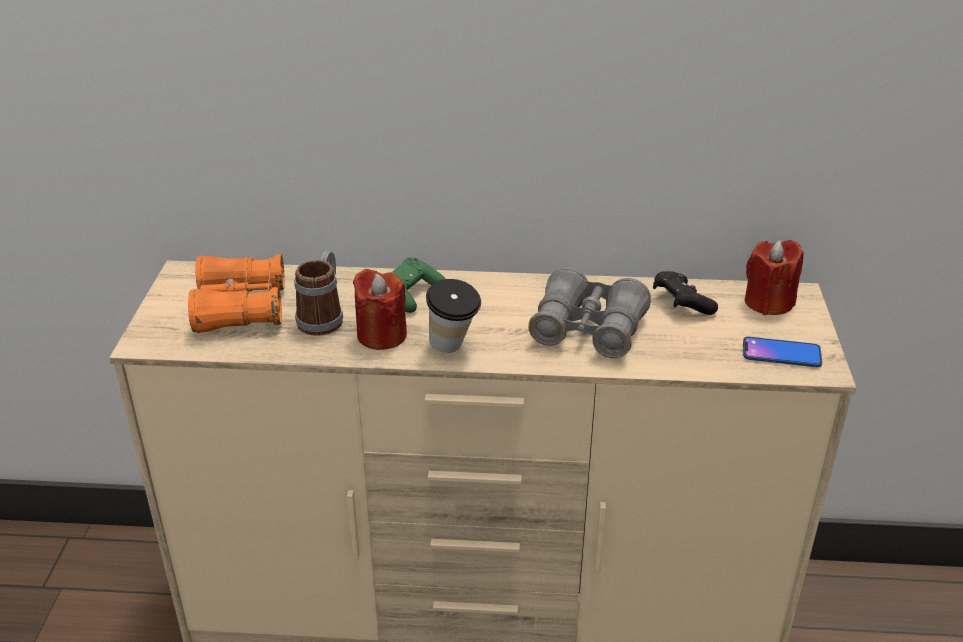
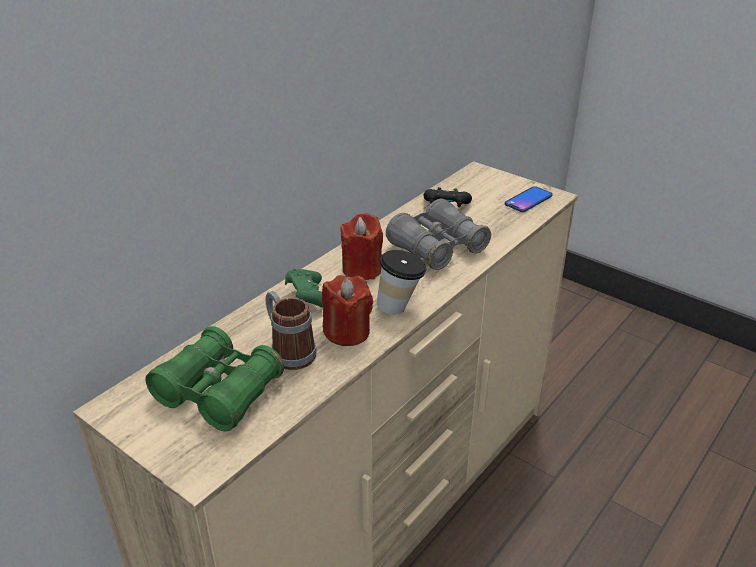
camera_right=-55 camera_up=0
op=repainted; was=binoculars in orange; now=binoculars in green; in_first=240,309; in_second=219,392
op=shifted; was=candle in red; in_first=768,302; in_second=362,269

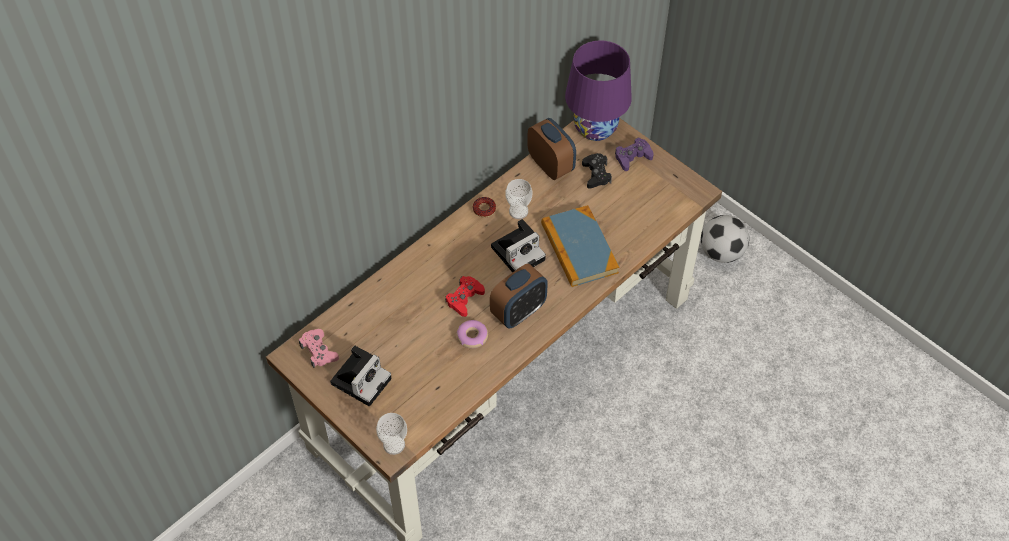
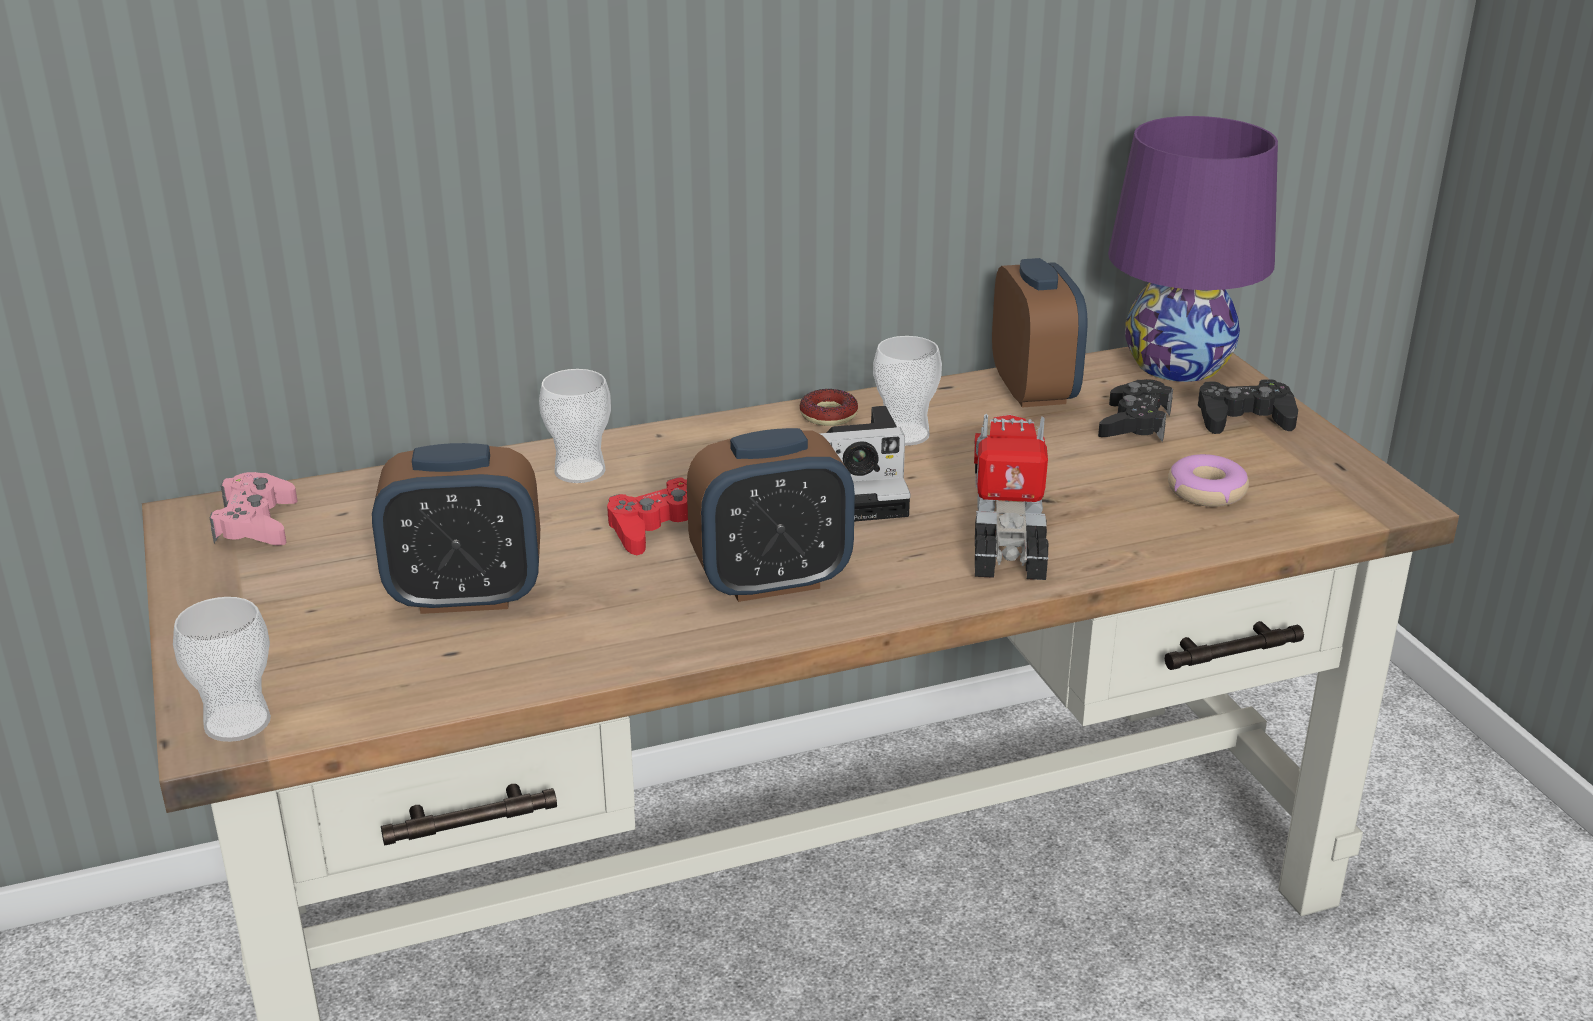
camera_right=25 camera_up=-25
op=new; now=alarm clock; in_second=466,596
op=new; now=cup; in_second=580,471
op=swapped; was=book; now=toy truck; in_first=579,248; in_second=1009,519
op=shifted; was=donut; in_first=472,337; in_second=1206,491
op=repainted; was=game controller in purple; now=game controller in black; in_first=632,157; in_second=1243,418
op=gone; was=photo camera; in_first=361,379
op=gone; was=football; in_first=721,253

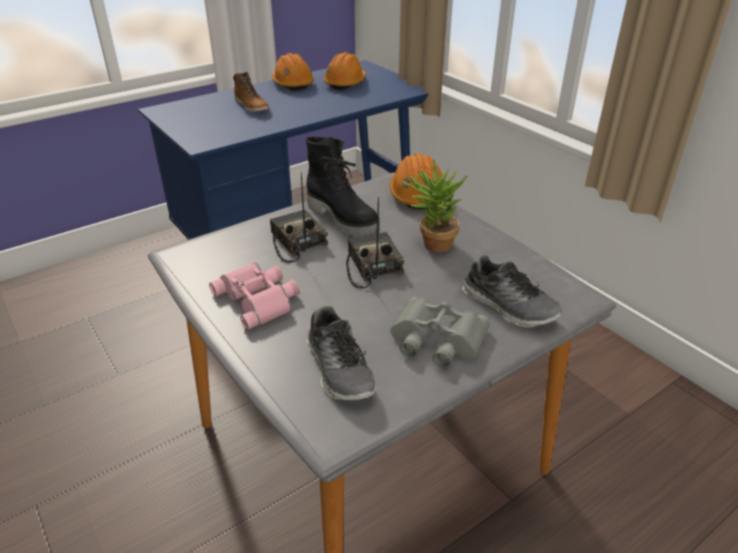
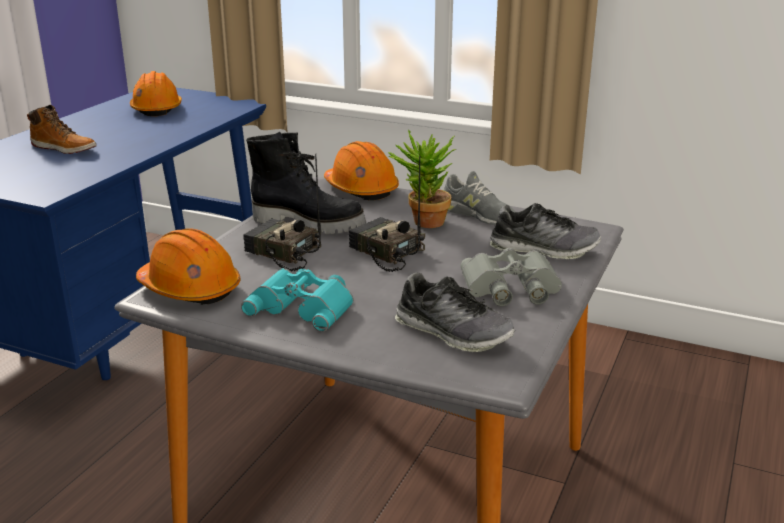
camera_right=-30 camera_up=-10
op=shifted; was=hard hat in orange; in_first=292,84; in_second=190,289
op=repainted; was=binoculars in pink; now=binoculars in turquoise; in_first=259,299; in_second=304,306
op=new; now=shoe in grey; in_second=478,215

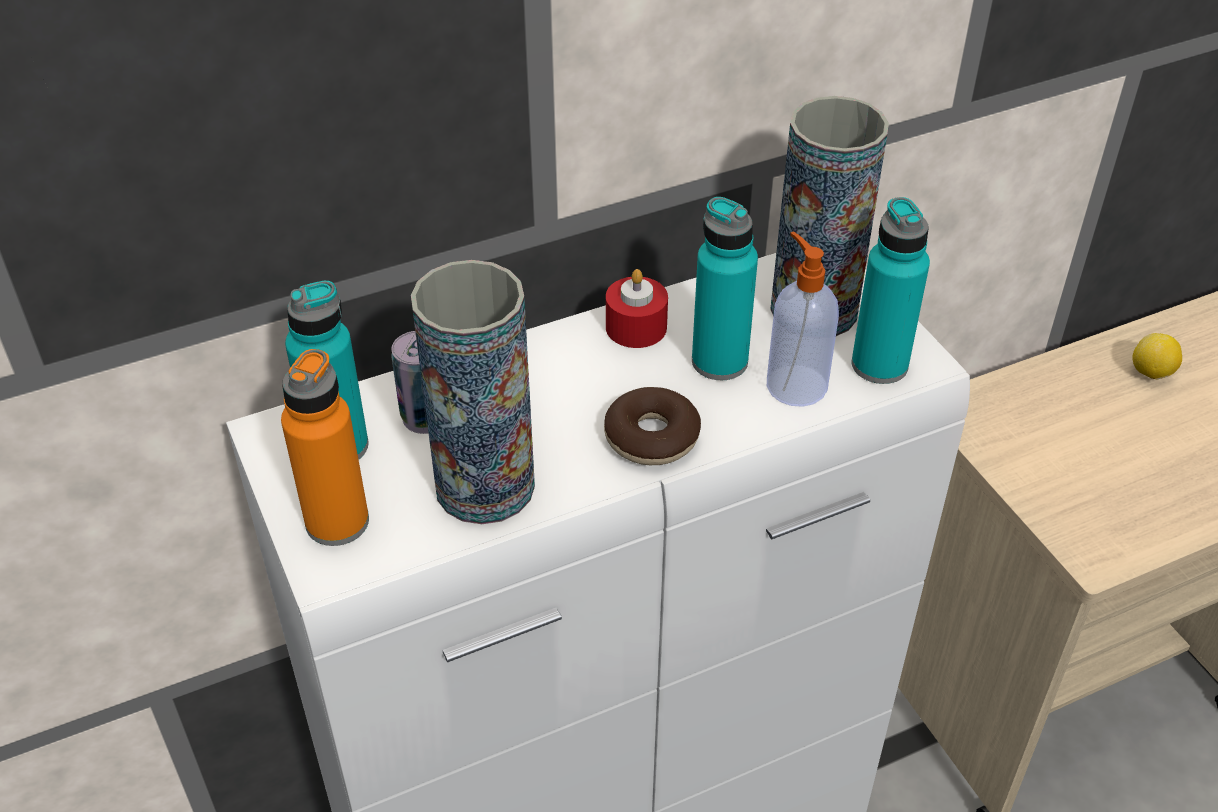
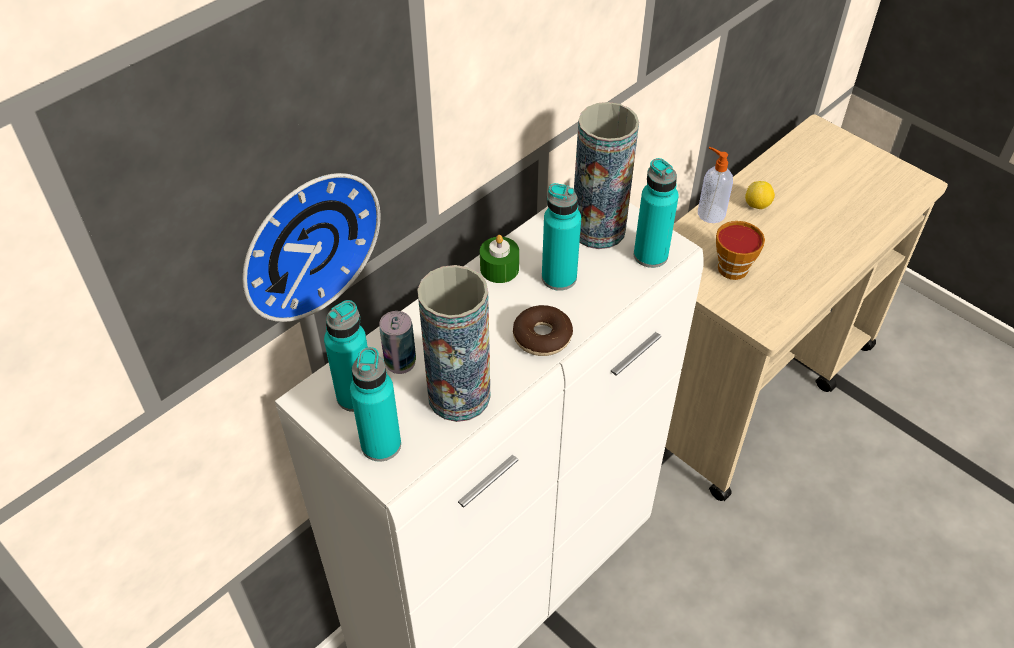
camera_right=-20 camera_up=5
op=new; now=wall clock; in_second=305,242
op=repainted; was=bottle in orange; now=bottle in turquoise; in_first=337,522; in_second=381,444
op=repainted; was=candle in red; now=candle in green; in_first=636,327; in_second=499,268
op=shifted; was=soap dispenser; in_first=795,384; in_second=710,213
op=new; now=cup; in_second=733,265

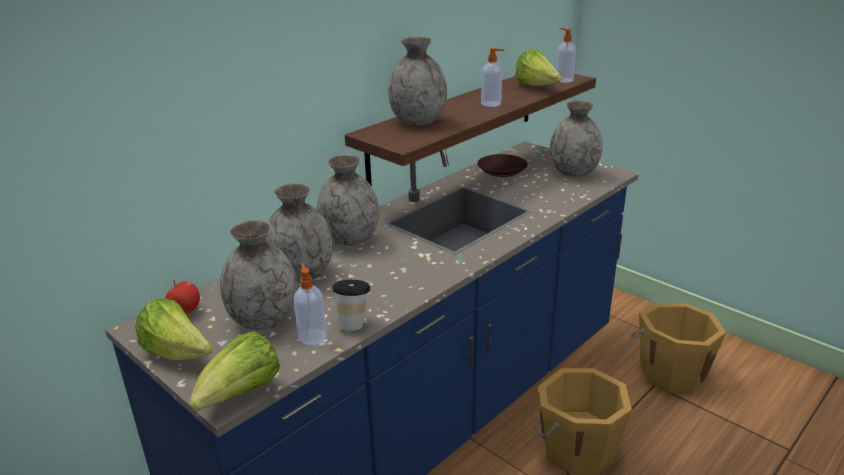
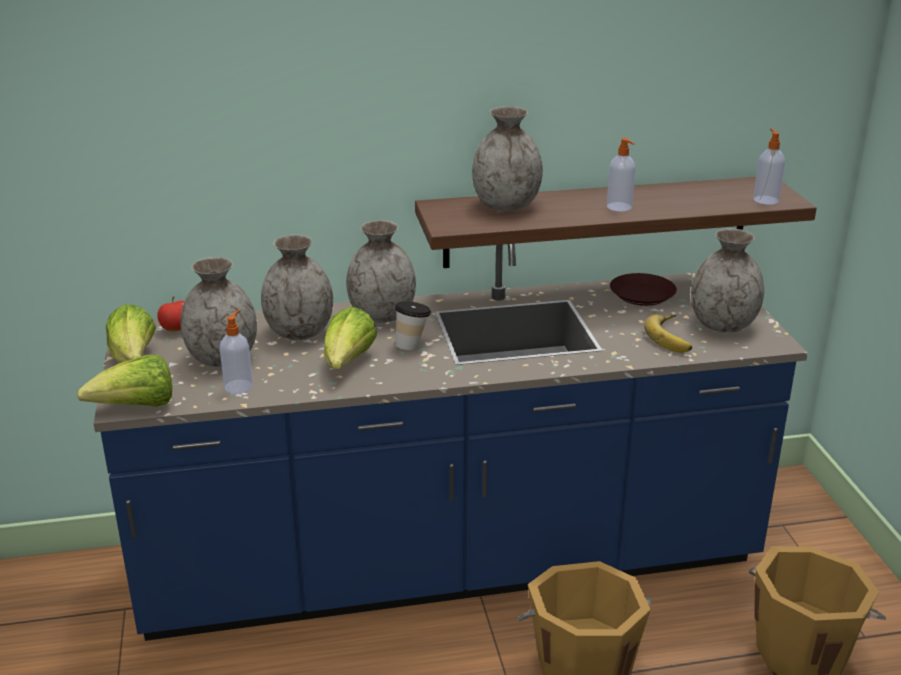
camera_right=35 camera_up=0
op=shifted; was=lettuce; in_first=537,87; in_second=348,362
op=shifted; was=cup; in_first=353,323; in_second=412,345
op=new; now=banana; in_second=673,337

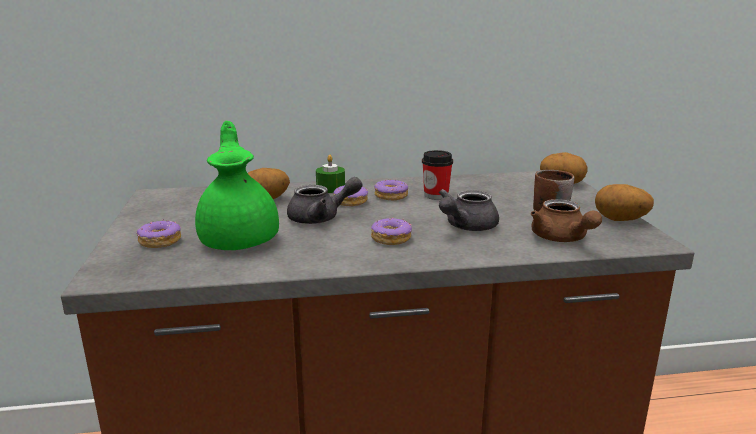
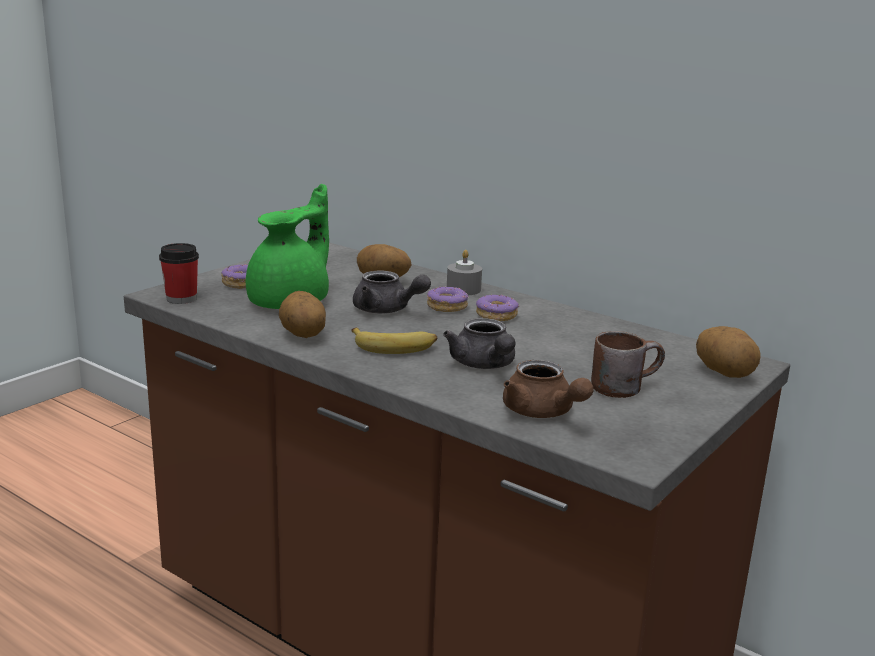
camera_right=45 camera_up=0
op=shifted; was=cup; in_first=436,195; in_second=181,299
op=shifted; was=potato; in_first=620,220; in_second=302,336
op=swapped; was=donut; now=banana; in_first=391,238; in_second=394,347
op=rotated; was=teapot in grey; in_first=465,227; in_second=484,365; clockwise=-105
op=repainted; was=candle in green; now=candle in grey; in_first=330,188; in_second=463,289
op=rotated; was=teapot in brown; in_first=562,239; in_second=542,413; clockwise=-60

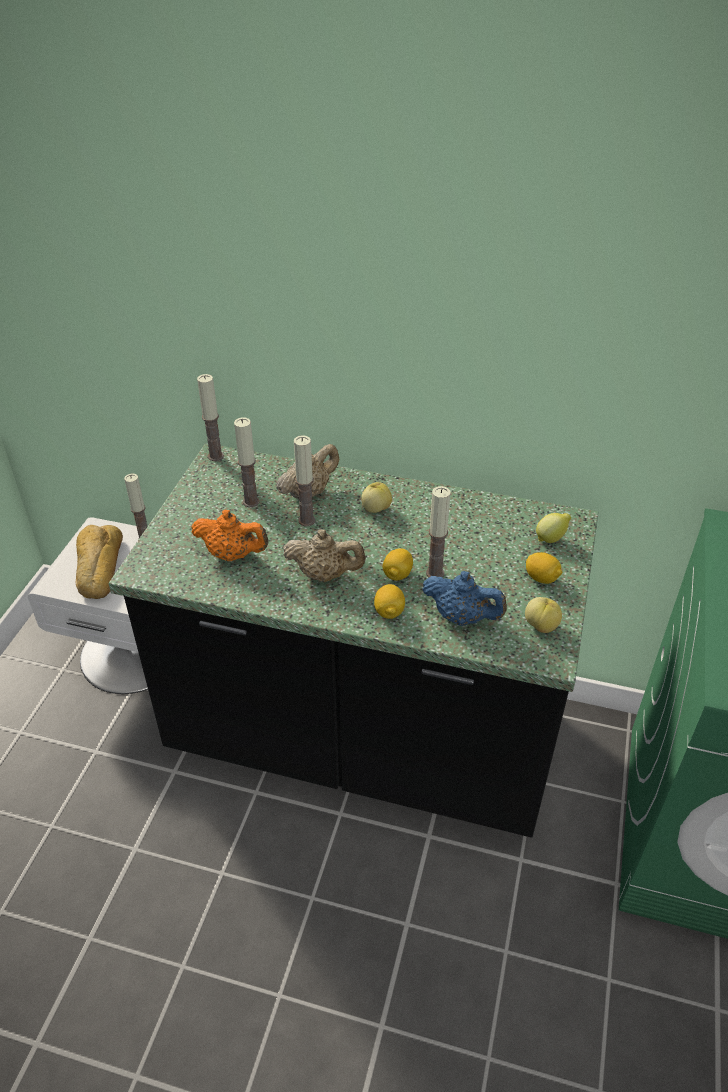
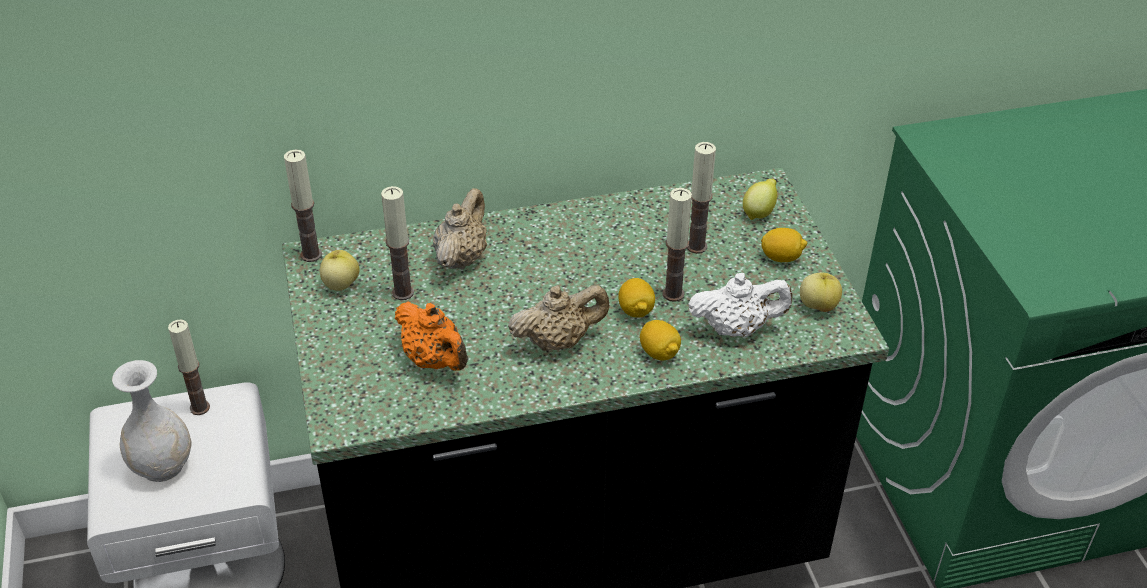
camera_right=-30 camera_up=0
op=swapped; was=bread; now=vase in white; in_first=98,567; in_second=163,465
op=shifted; was=apple; in_first=376,508; in_second=340,284
op=rotated; was=teapot in orange; in_first=233,555; in_second=435,360; clockwise=60
op=shifted; was=candle; in_first=306,520; in_second=696,246
op=repainted; was=teapot in blue; now=teapot in white; in_first=462,617; in_second=736,328

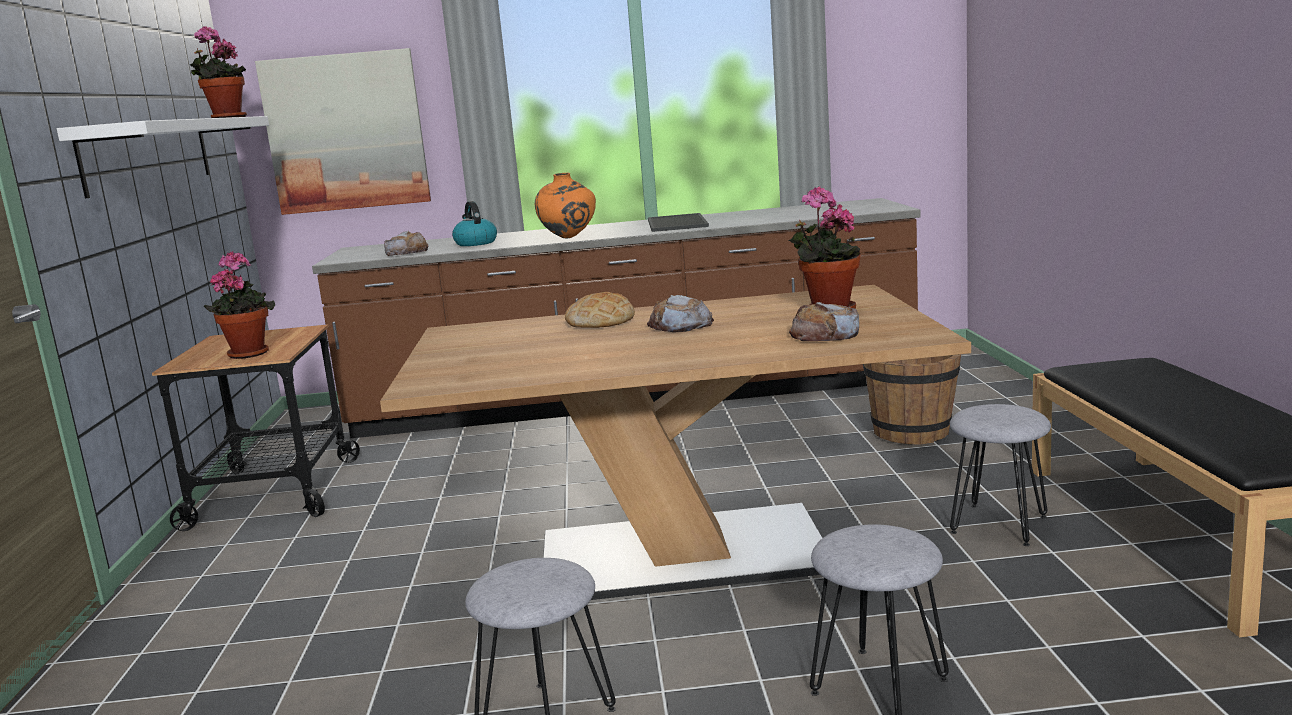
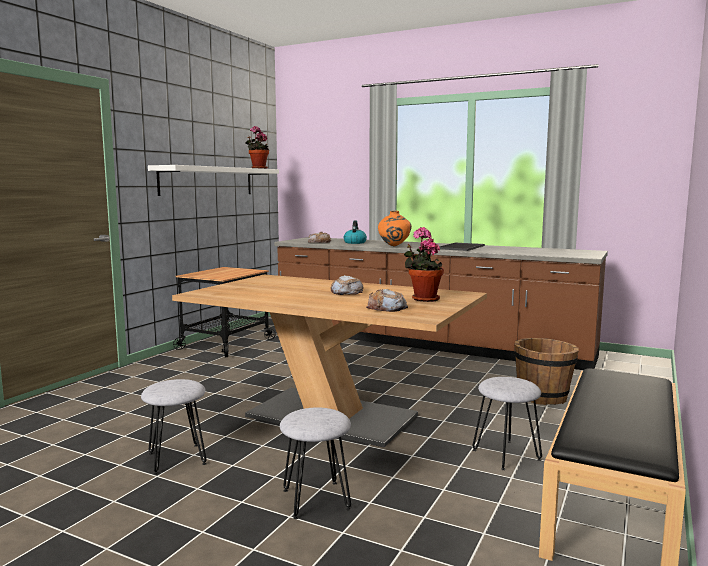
camera_right=30 camera_up=-5
op=gone; was=potted plant; in_first=249,353
op=gone; was=picture; in_first=346,132
op=gone; was=bread; in_first=601,321

